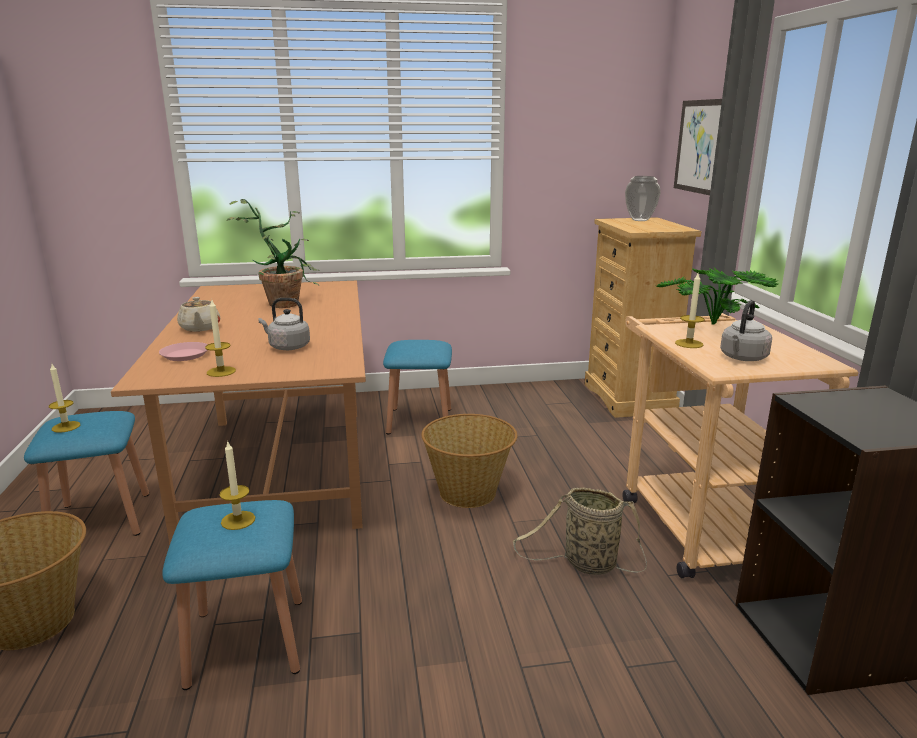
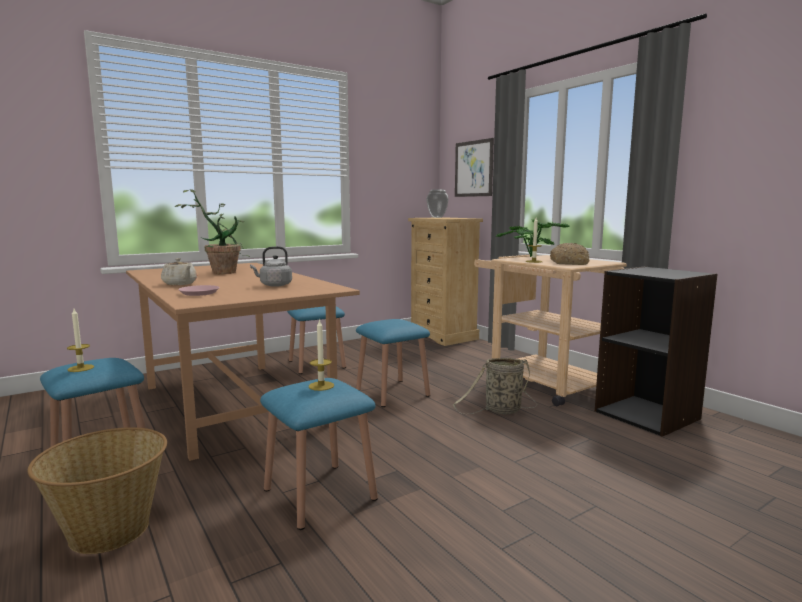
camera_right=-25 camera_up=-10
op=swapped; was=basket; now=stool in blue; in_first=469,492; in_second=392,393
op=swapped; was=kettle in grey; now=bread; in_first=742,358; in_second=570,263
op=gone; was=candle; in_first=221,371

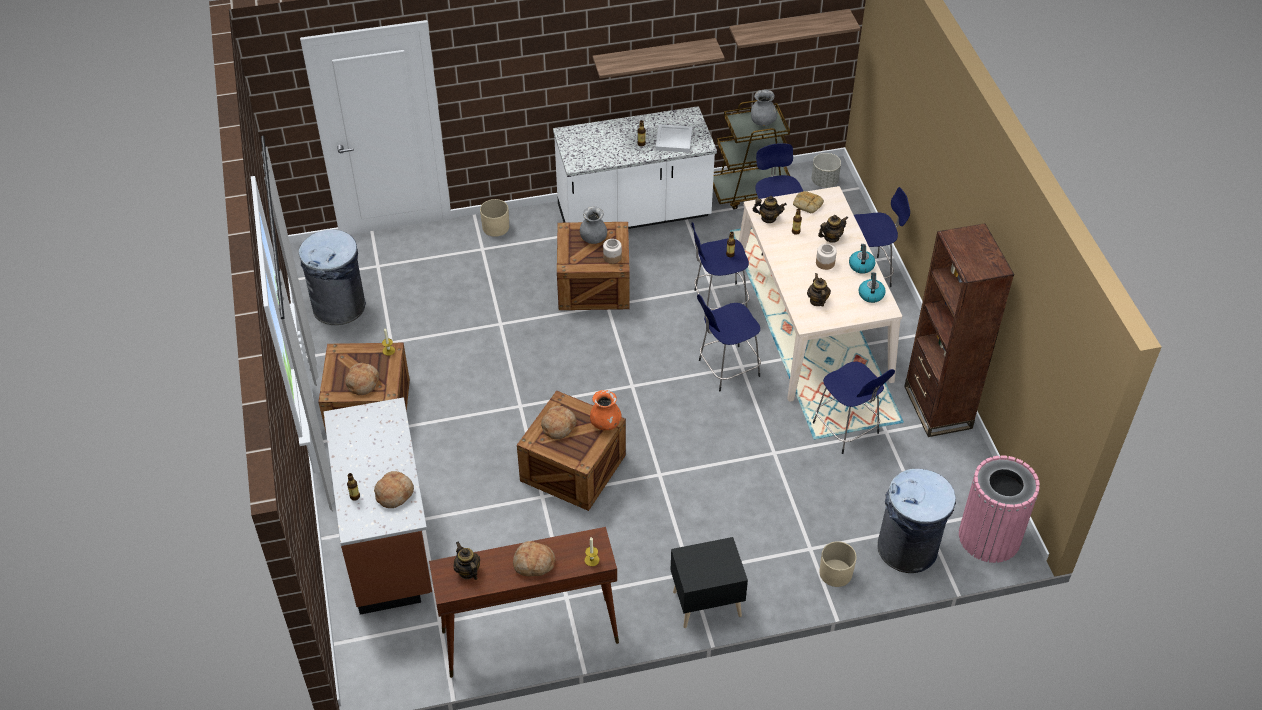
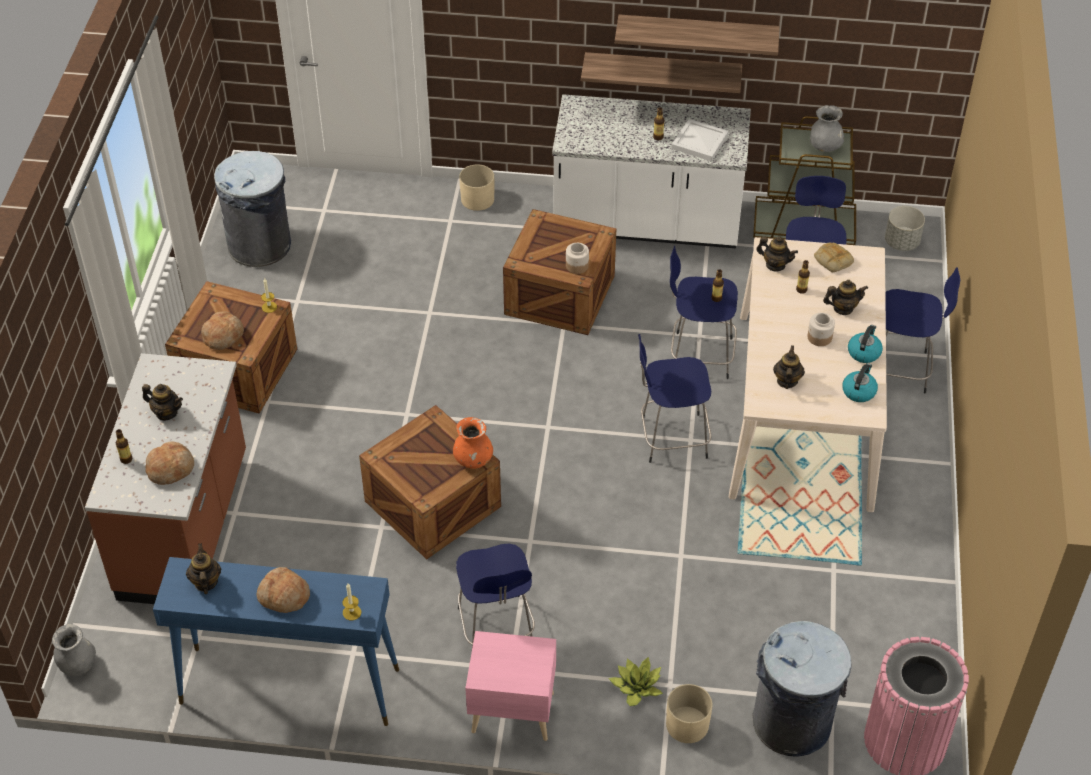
camera_right=20 camera_up=0
op=shifted; was=vase in grey; in_first=593,239; in_second=77,664
op=new; now=teapot; in_second=166,412
op=repainted; was=console table in brown; now=console table in blue; in_first=529,637; in_second=288,686
op=shifted; was=stool in blue; in_first=847,430; in_second=496,629
op=repainted; was=nightstand in black; now=nightstand in pink; in_first=705,603; in_second=511,711
op=shifted; was=shelf; in_first=788,29; in_second=662,71
op=new; now=potted plant; in_second=636,688
op=gone; was=bread; in_first=558,426
op=gone; was=bookcase in brown; in_first=937,407

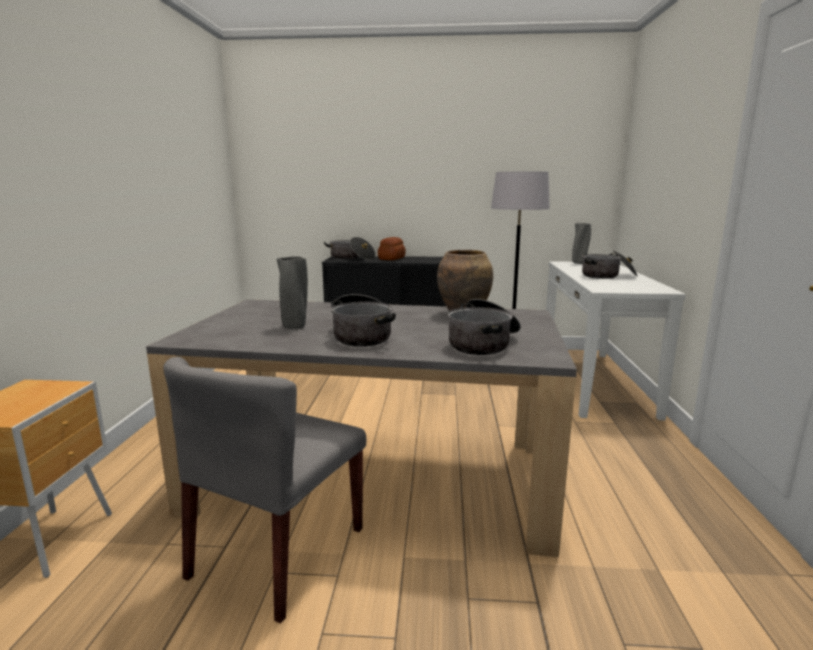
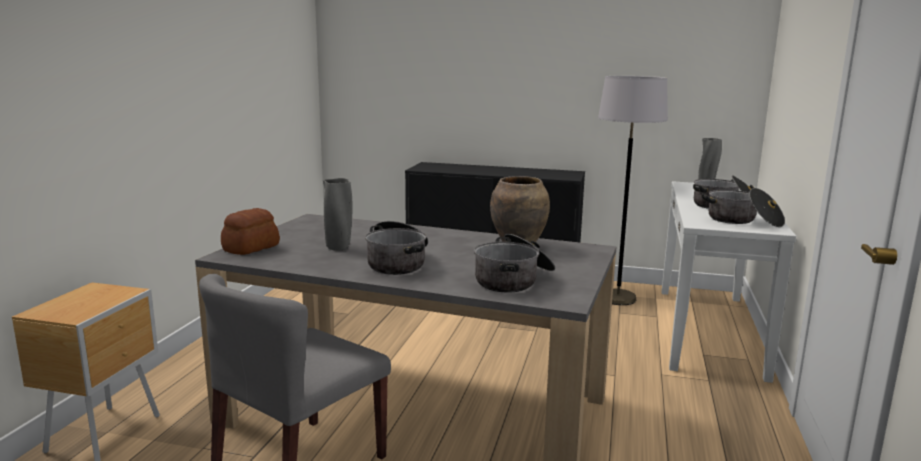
camera_right=10 camera_up=0
op=shifted; was=bread; in_first=391,258; in_second=250,248
op=shifted; was=cooking pot; in_first=351,258; in_second=743,221

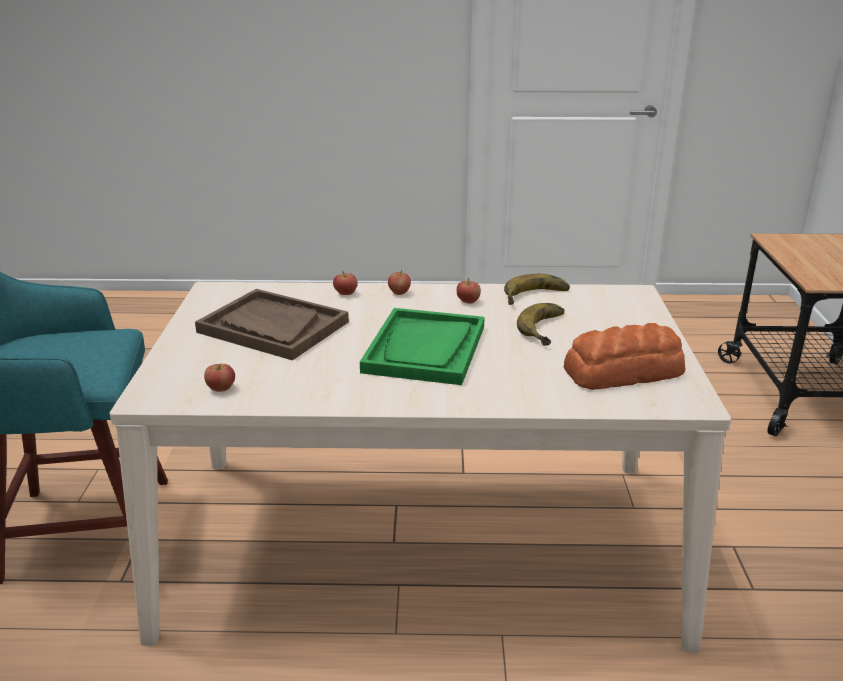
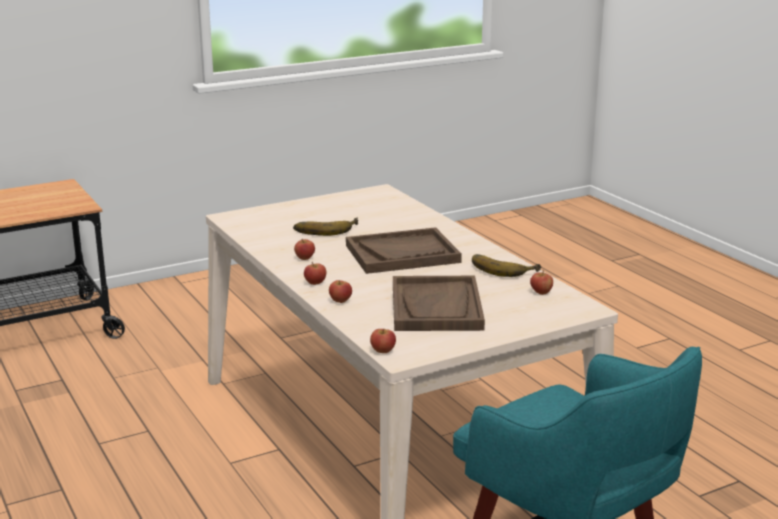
camera_right=-120 camera_up=-5
op=repainted; was=tray in green; now=tray in brown; in_first=425,349; in_second=402,254
op=new; now=apple; in_second=383,351
op=shifted; was=banana; in_first=537,297; in_second=503,268
op=gone; was=bread; in_first=625,372

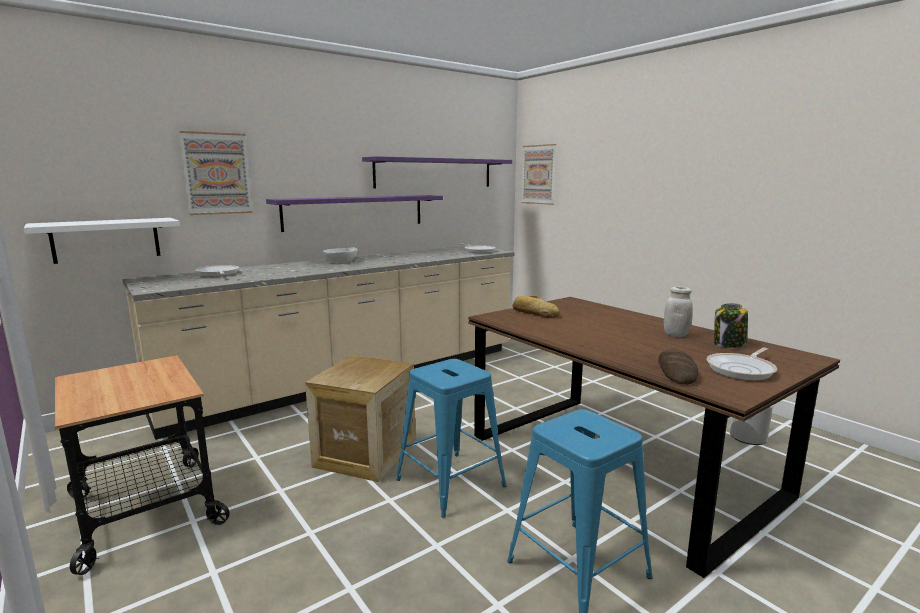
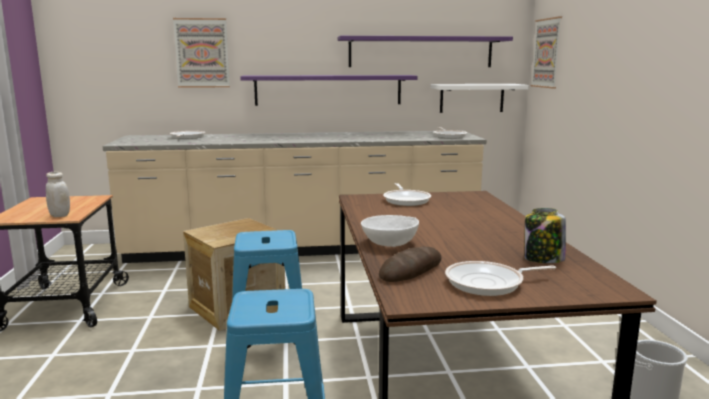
camera_right=30 camera_up=0
op=shifted; was=jar in white; in_first=676,334; in_second=60,215
op=shifted; was=bowl in white; in_first=341,262; in_second=389,243
op=swapped; was=bread; now=frying pan; in_first=534,313; in_second=406,200
op=shifted; was=shelf in white; in_first=106,240; in_second=471,98

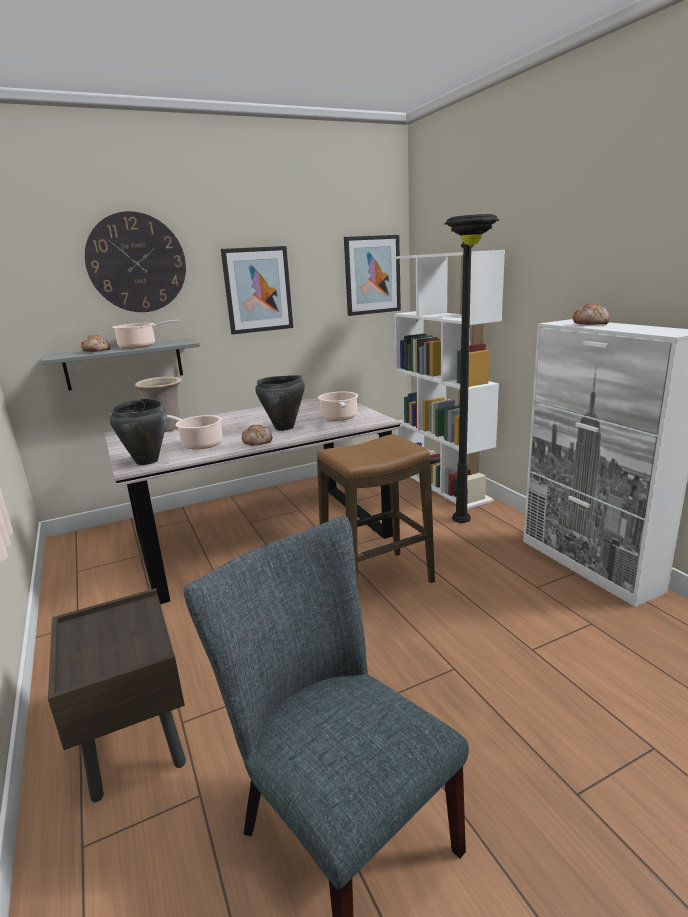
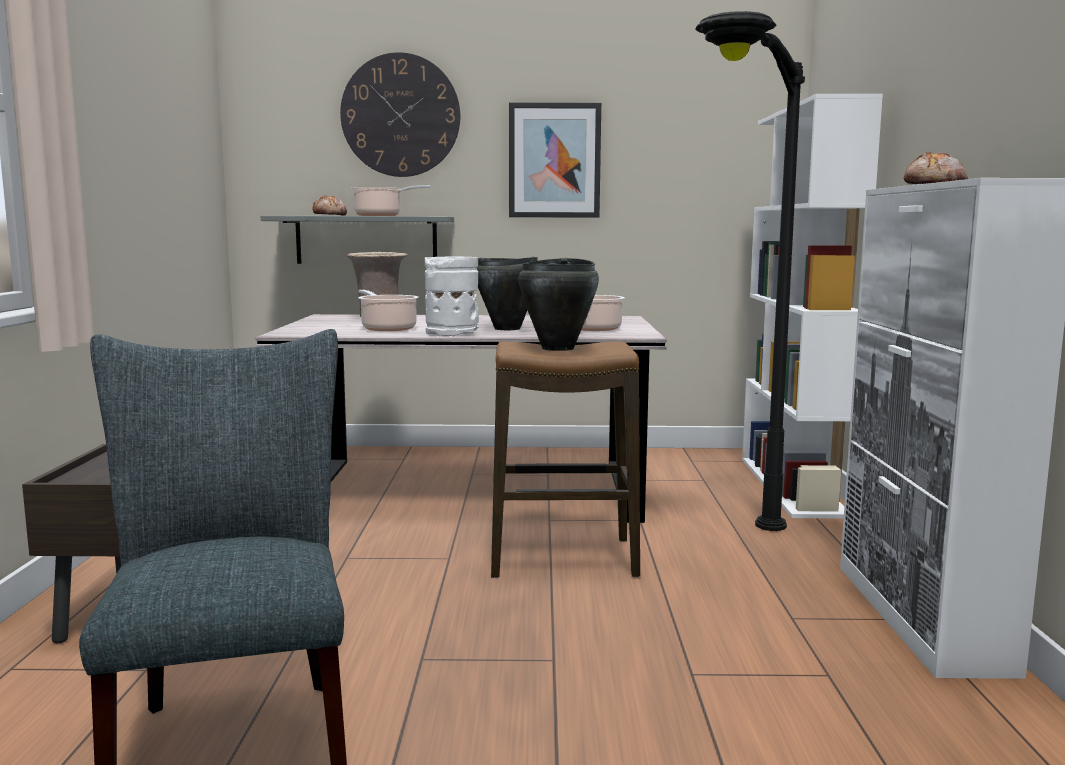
camera_right=25 camera_up=-10
op=swapped; was=bread; now=vase in white; in_first=258,441; in_second=453,333
op=shifted; was=cooking pot in black; in_first=147,461; in_second=558,348
op=gone; was=picture; in_first=372,275

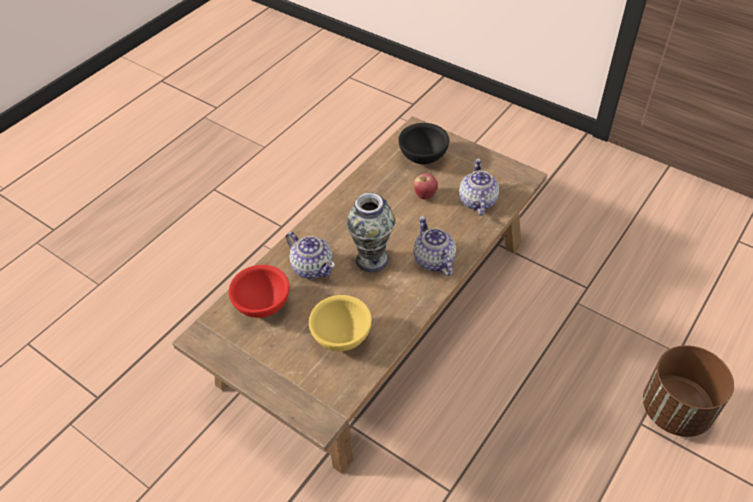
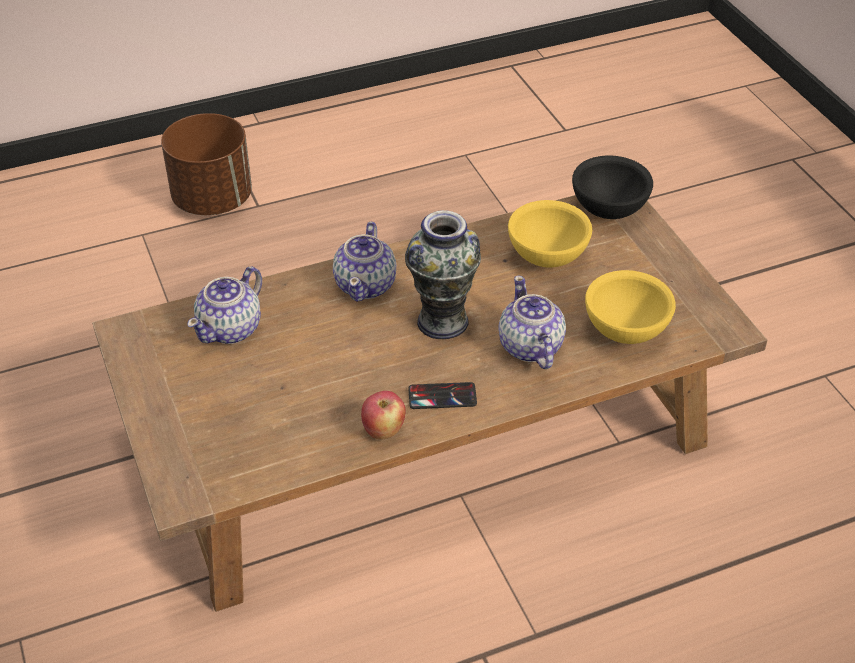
camera_right=-150 camera_up=-5
op=shifted; was=apple; in_first=425,195; in_second=383,430
op=new; now=phone; in_second=442,396
op=shifted; was=bowl in black; in_first=423,157; in_second=609,209
op=repainted; was=bowl in red; now=bowl in yellow; in_first=262,305; in_second=626,329

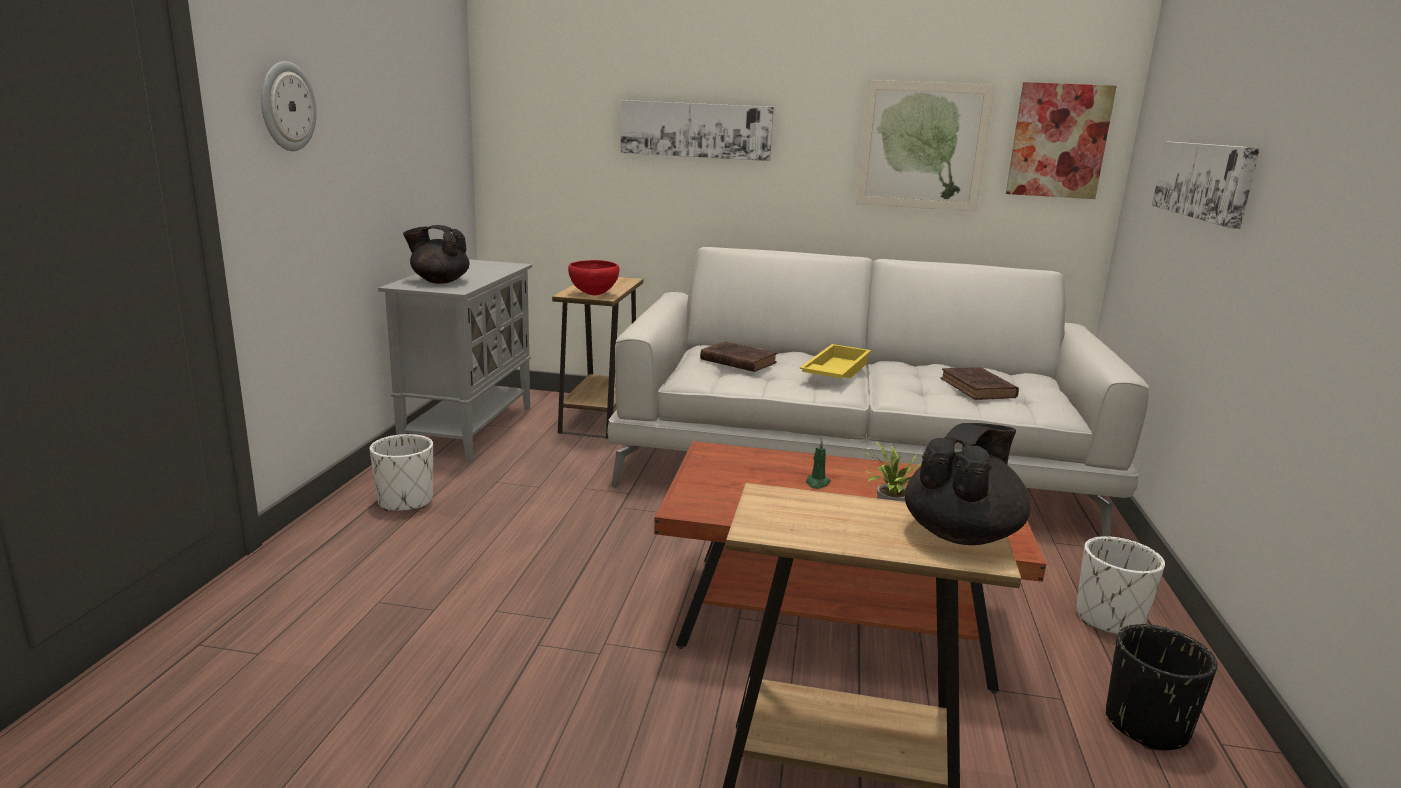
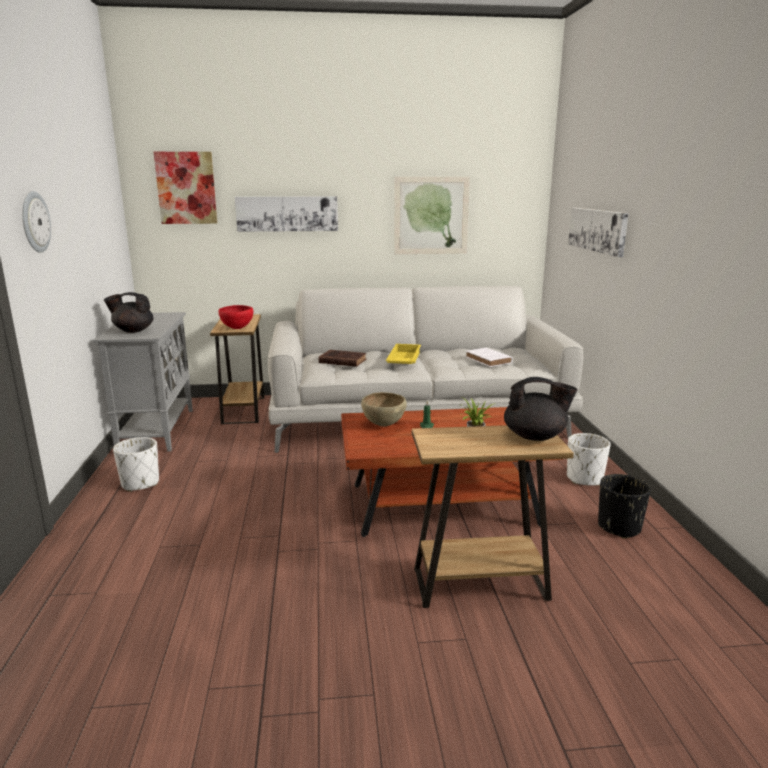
camera_right=-15 camera_up=0
op=shifted; was=picture; in_first=1058,141; in_second=186,188
op=new; now=bowl in brown; in_second=383,425
op=repainted; was=book in brown; now=book in white; in_first=978,389; in_second=489,360
op=rotated; was=teapot in black; in_first=961,534; in_second=535,436; clockwise=75

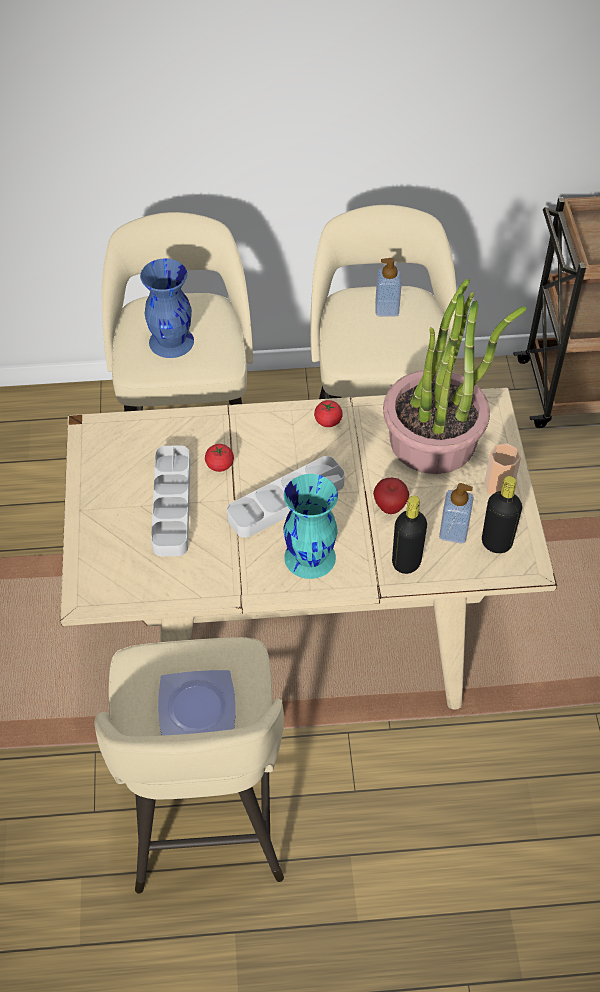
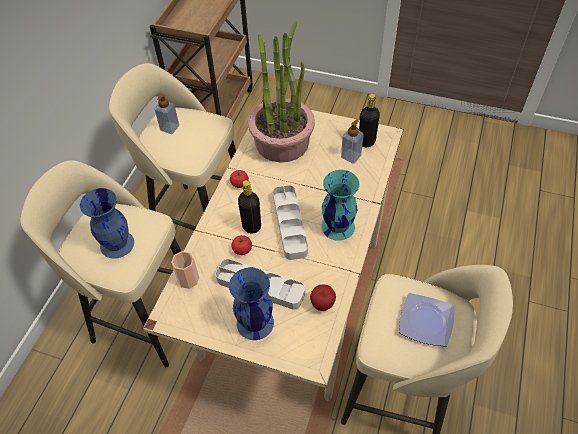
camera_right=-65 camera_up=0
op=shifted; was=cup; in_first=499,486; in_second=188,279
op=new; now=vase in blue; in_second=254,323
op=shifted; was=bottle in black; in_first=406,562; in_second=251,226
op=shifted; was=apple; in_first=390,507; in_second=322,305

